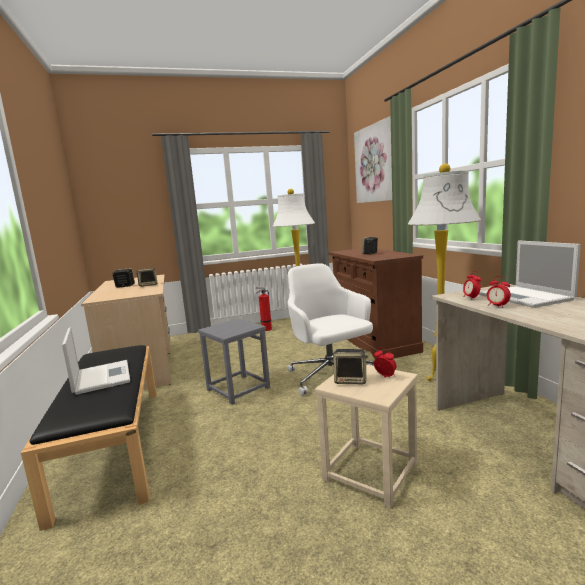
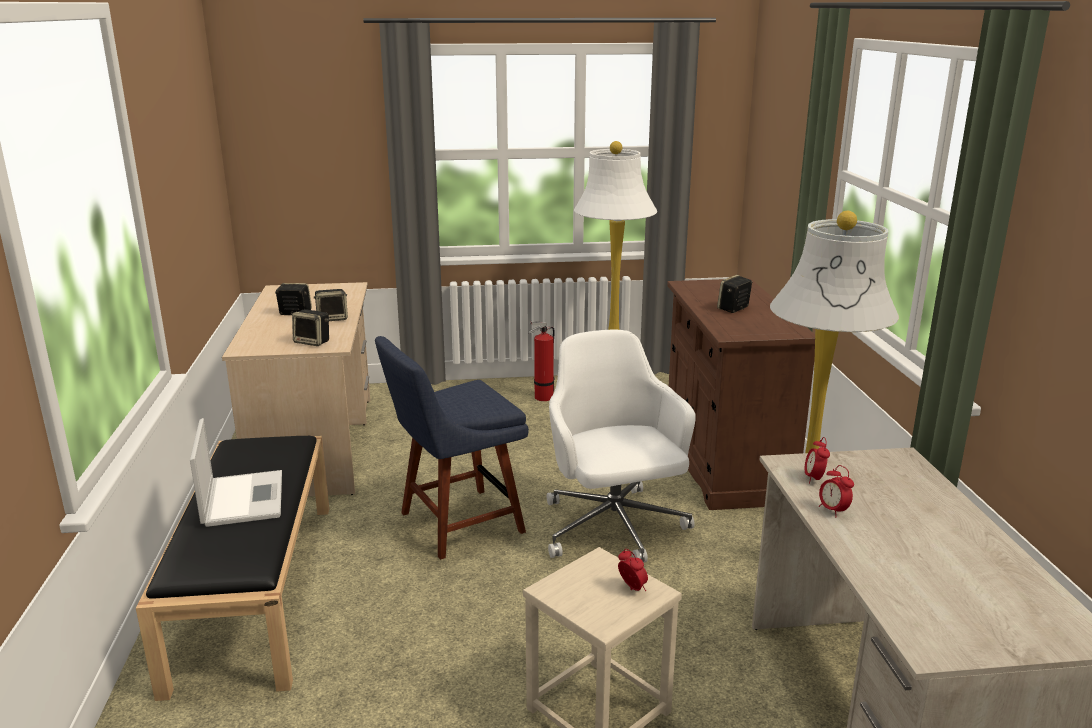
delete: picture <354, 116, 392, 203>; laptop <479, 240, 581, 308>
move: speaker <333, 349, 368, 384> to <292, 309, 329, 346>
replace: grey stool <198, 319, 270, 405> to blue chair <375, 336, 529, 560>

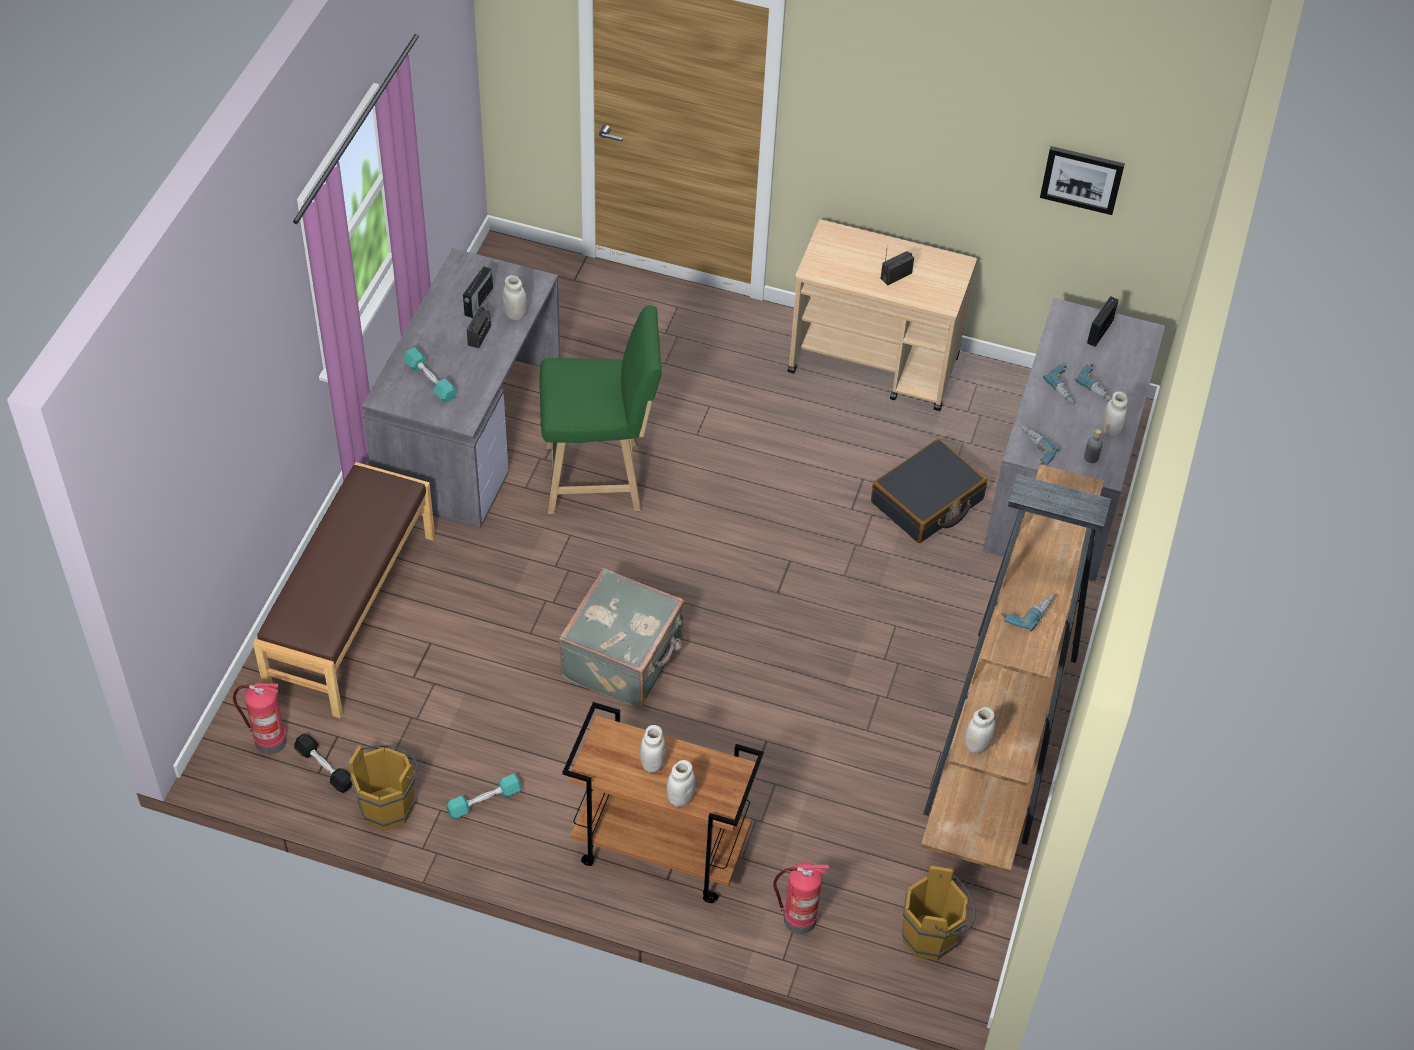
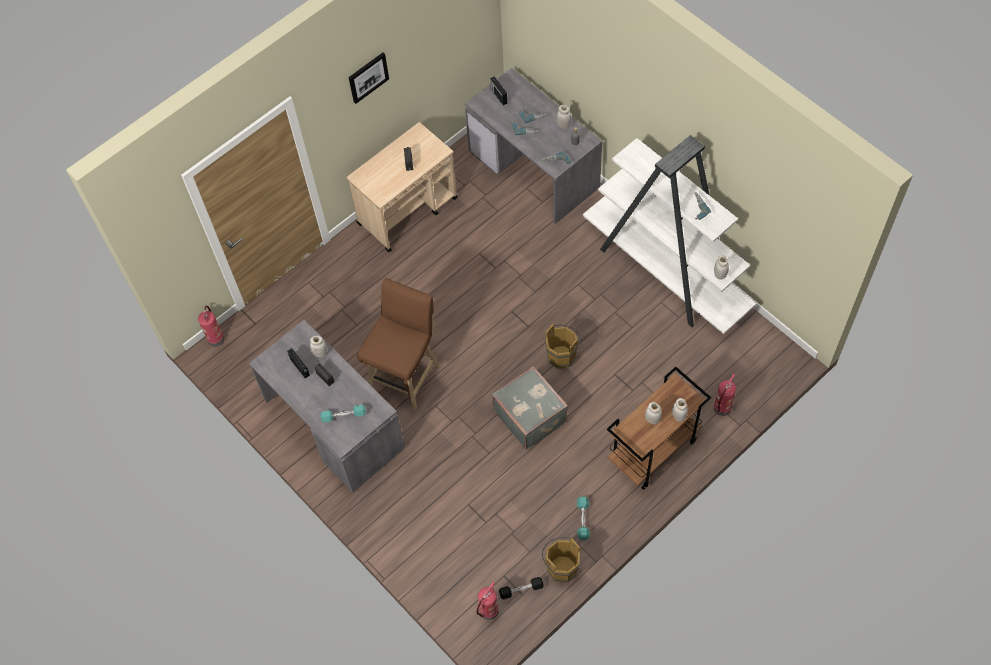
delete: brown bench <253, 462, 435, 718>; black suitcase <871, 439, 987, 543>
insert: fire extinguisher <198, 306, 224, 347>
move: brown bucket <902, 866, 976, 960> to <545, 324, 581, 369>; picture <1040, 146, 1125, 215> to <349, 53, 389, 104>
recolor: green stool <539, 305, 661, 514> to brown stool <357, 278, 440, 410>; brown bookcase <921, 464, 1111, 873> to white bookcase <583, 135, 756, 334>

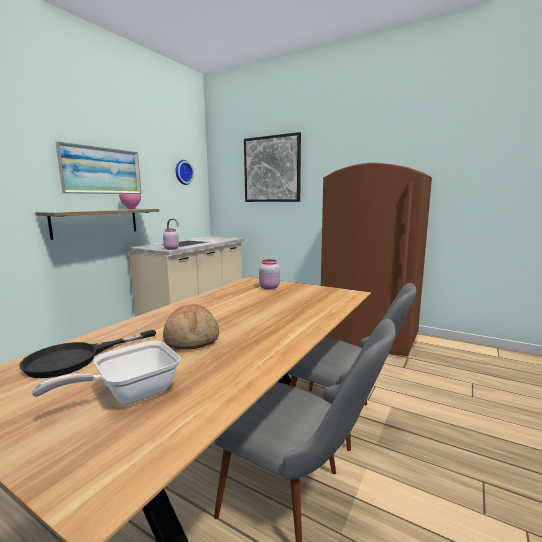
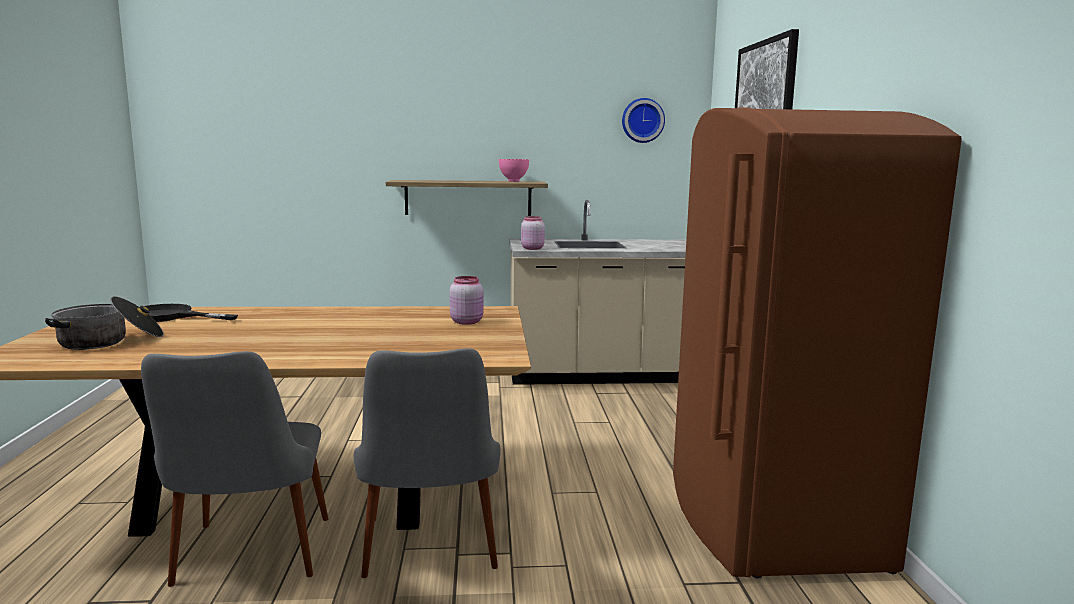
delete: picture <55, 141, 142, 194>; bread <163, 304, 219, 350>
replace: frying pan <31, 341, 181, 404> to cooking pot <45, 296, 164, 350>

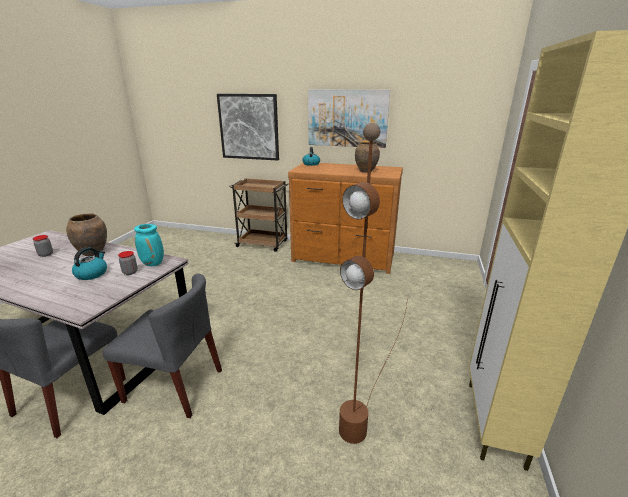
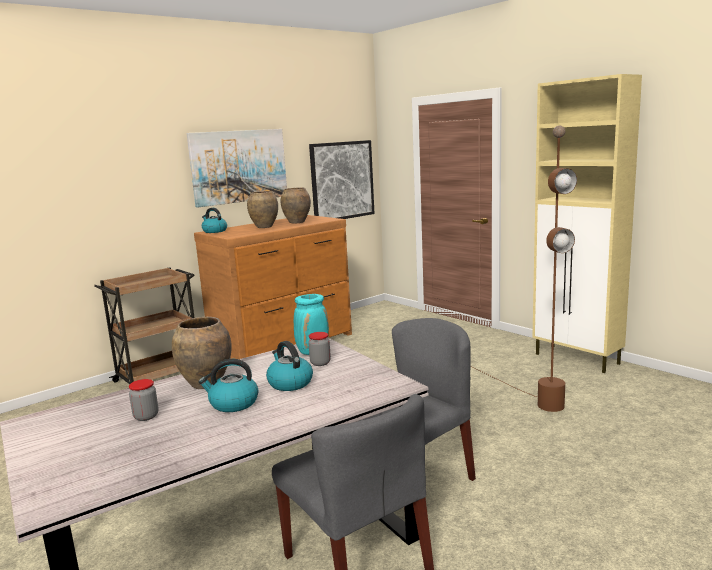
insert: kettle <198, 359, 258, 412>; brown vase <247, 191, 278, 228>
move: picture <217, 94, 279, 161> to <309, 140, 375, 219>

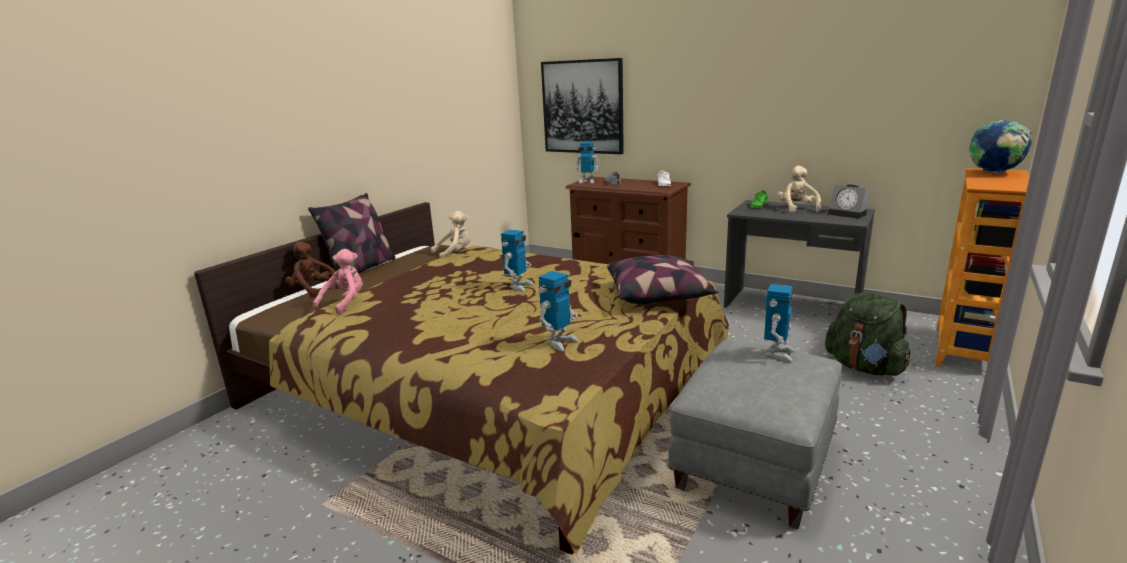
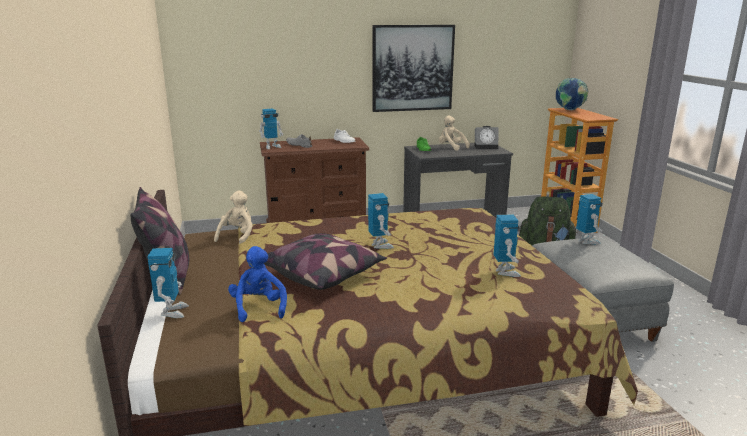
move: picture <541, 58, 624, 154> to <373, 25, 455, 112>; pillow <607, 255, 718, 304> to <264, 233, 387, 290>
replace: brown plush toy <285, 242, 339, 297> to toy robot <147, 248, 189, 318>
recolor: pink plush toy <313, 249, 363, 315> to blue plush toy <228, 246, 287, 322>

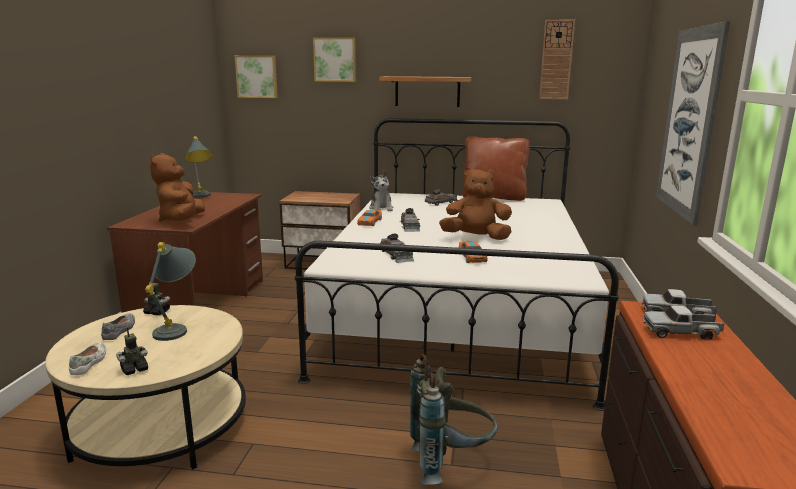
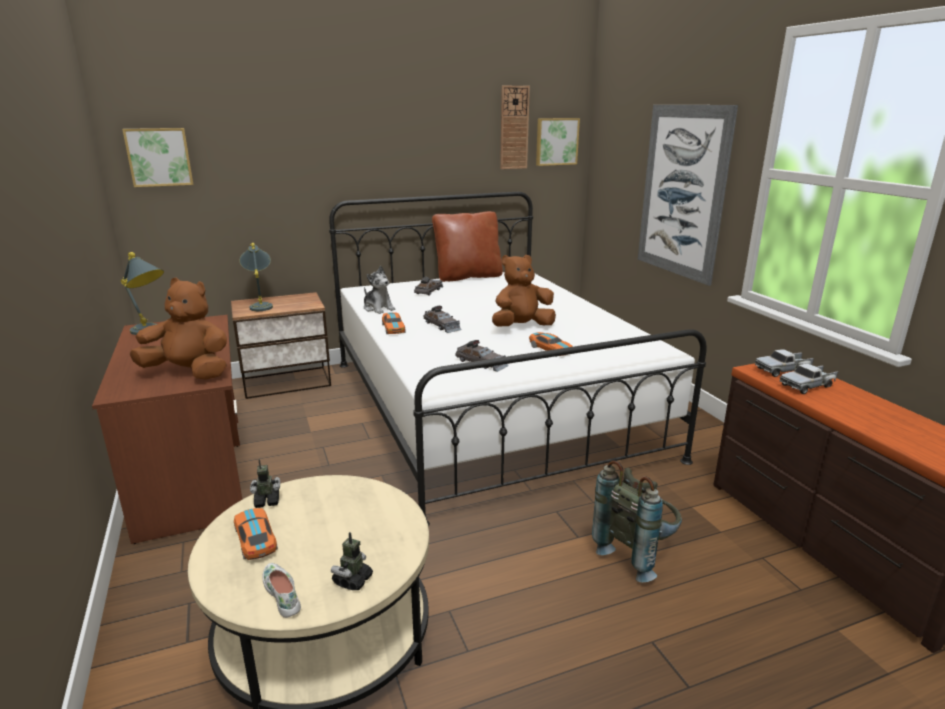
delete: shelf <379, 76, 472, 107>
move: grey table lamp <145, 242, 196, 341> to <239, 243, 273, 311>; picture <313, 37, 356, 82> to <536, 118, 580, 166>
replace: grey shoe <101, 313, 135, 340> to toy car <234, 508, 278, 560>
rotate: brown plush toy <150, 153, 205, 222> = <129, 277, 227, 380> 135 degrees clockwise

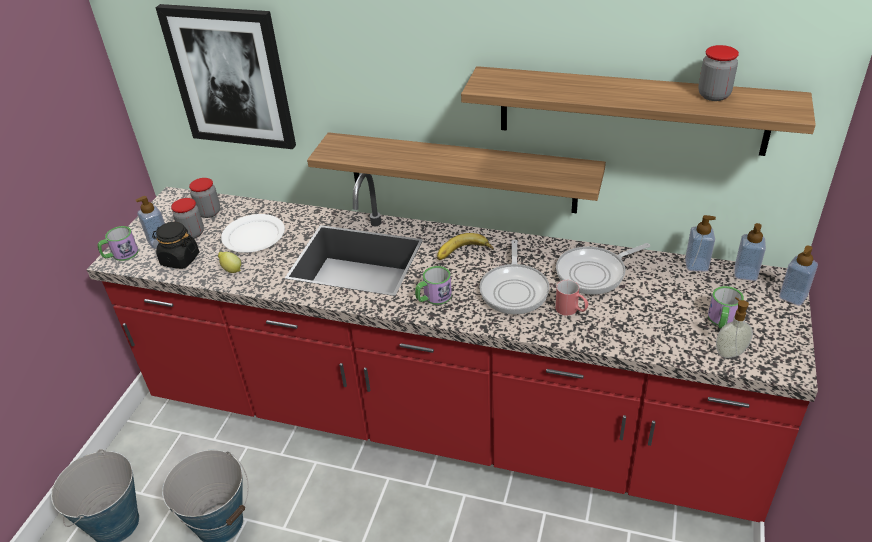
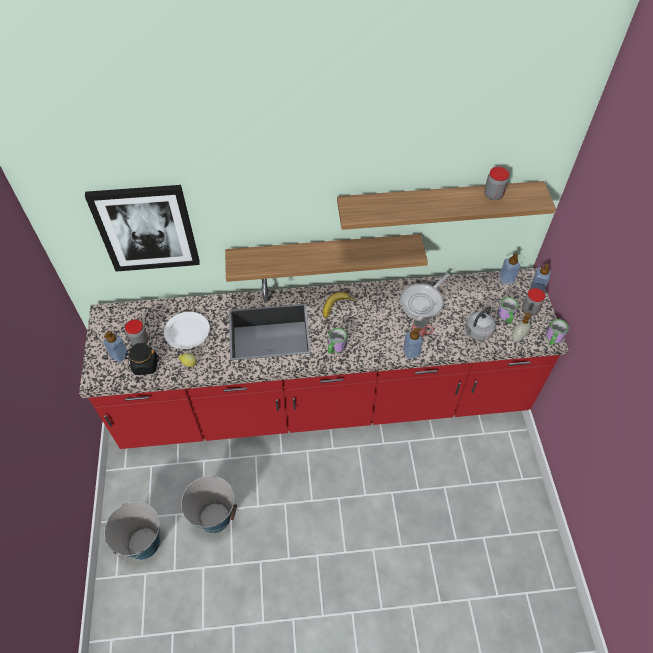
delete: frying pan <479, 240, 550, 314>
insert: grey kettle <464, 306, 496, 341>
move: mug <98, 226, 139, 261> to <546, 319, 569, 345>; jar <189, 178, 220, 218> to <522, 288, 545, 316>; soap dispenser <685, 215, 716, 272> to <403, 328, 423, 359>

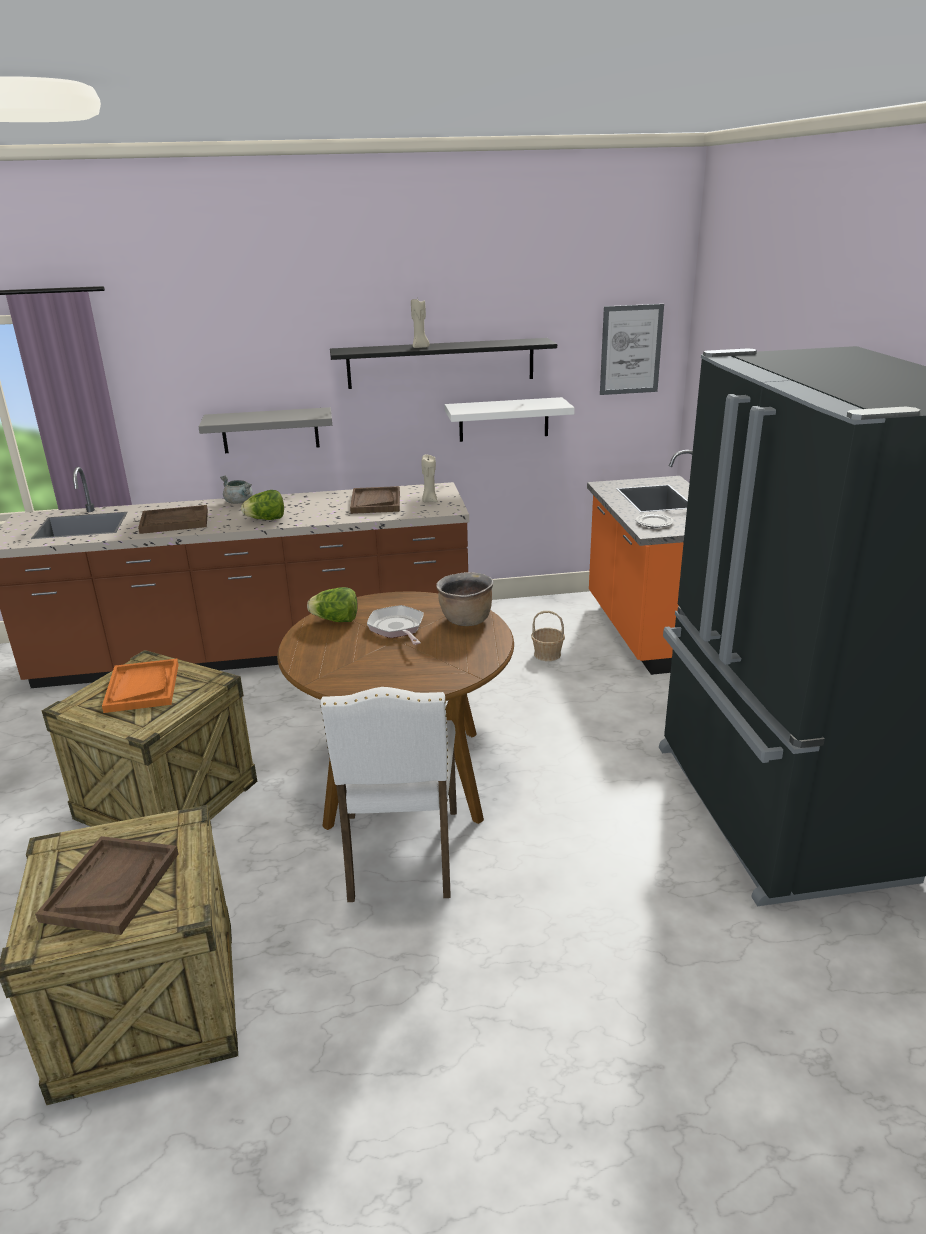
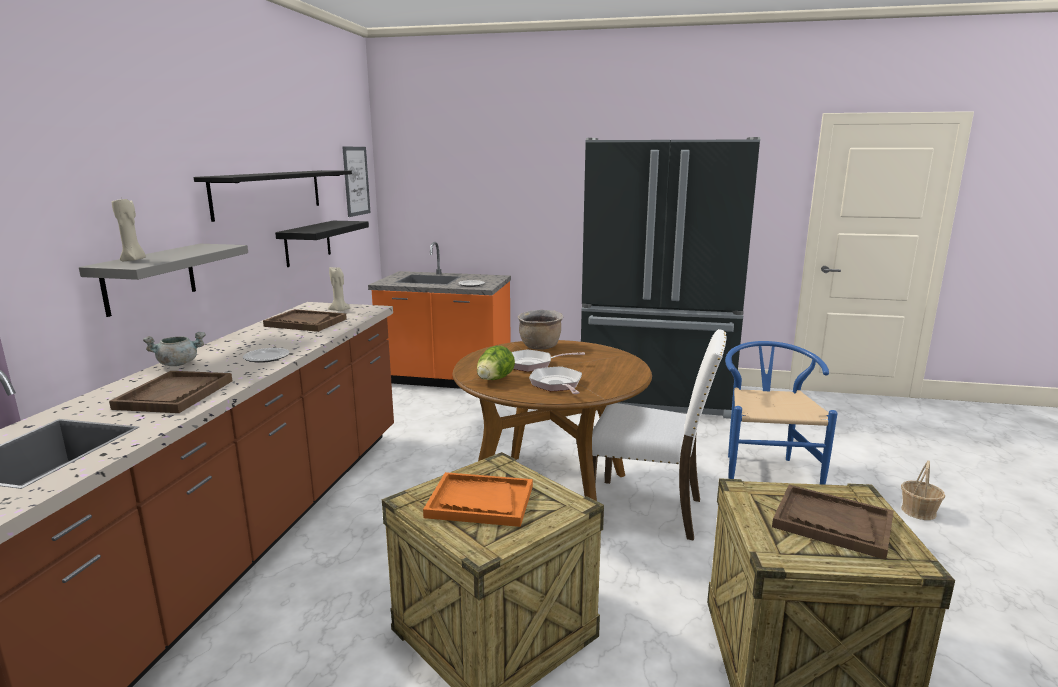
insert: frying pan <529, 366, 582, 394>; blue chair <725, 341, 838, 485>
move: beige candle <411, 299, 430, 348> to <112, 199, 146, 261>; basket <531, 611, 565, 661> to <901, 460, 945, 520>
replace: lettuce <241, 490, 284, 520> to plate <243, 348, 290, 363>
recolor: white shelf <445, 397, 575, 442> to black shelf <275, 221, 369, 267>

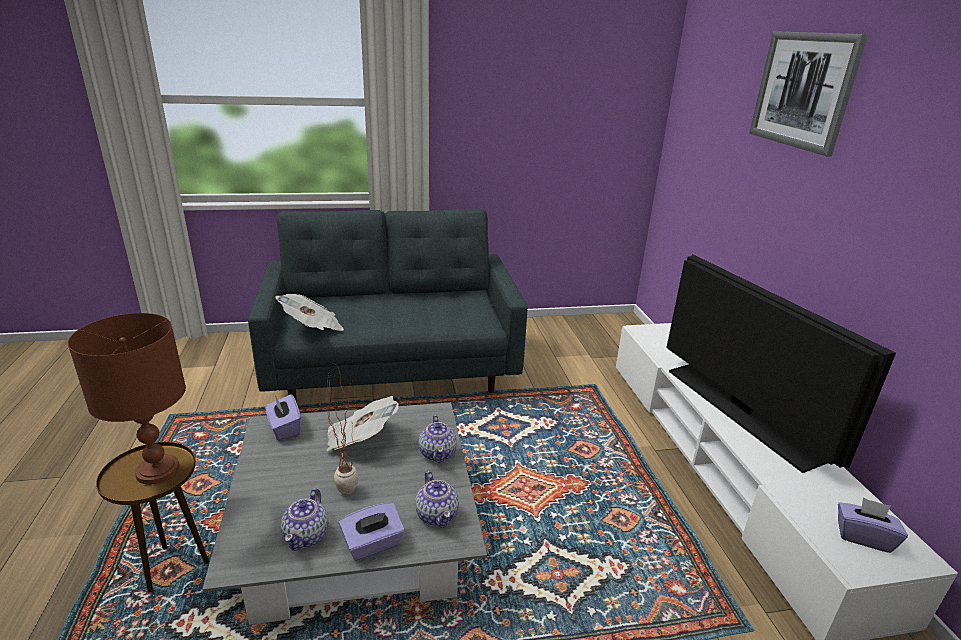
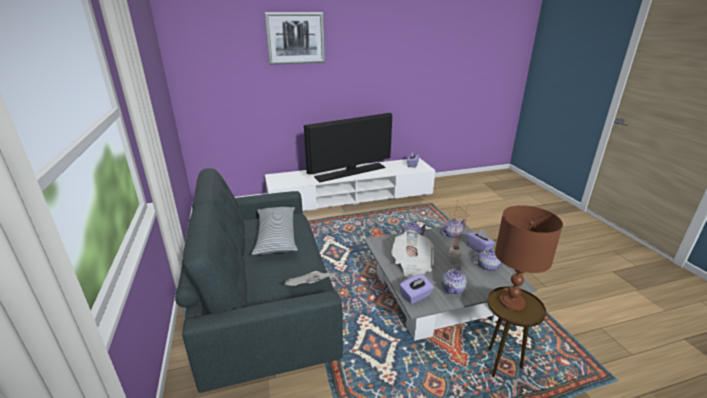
insert: pillow <252, 207, 298, 255>; teapot <442, 266, 467, 294>

